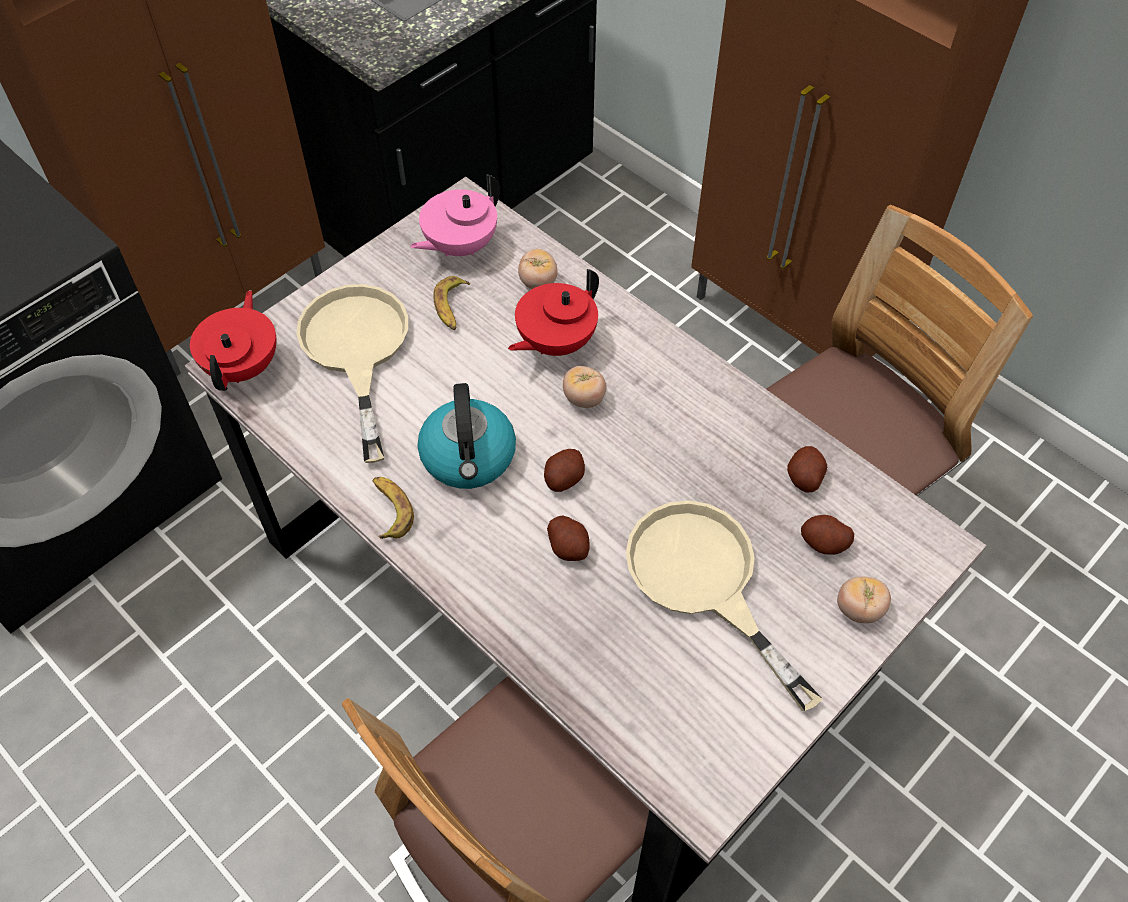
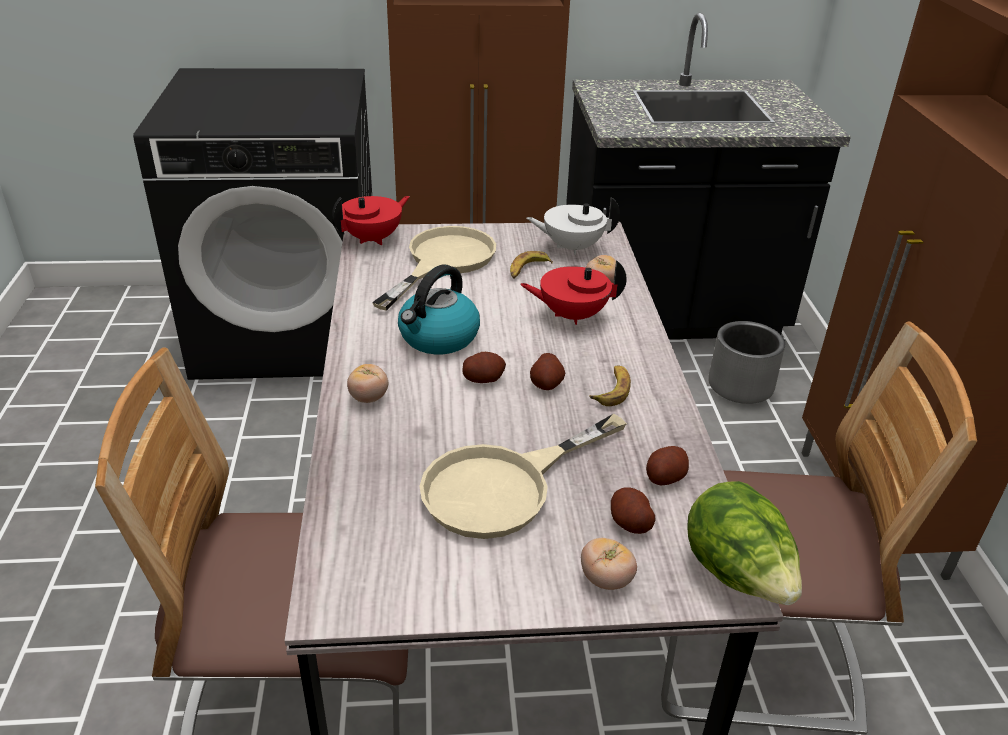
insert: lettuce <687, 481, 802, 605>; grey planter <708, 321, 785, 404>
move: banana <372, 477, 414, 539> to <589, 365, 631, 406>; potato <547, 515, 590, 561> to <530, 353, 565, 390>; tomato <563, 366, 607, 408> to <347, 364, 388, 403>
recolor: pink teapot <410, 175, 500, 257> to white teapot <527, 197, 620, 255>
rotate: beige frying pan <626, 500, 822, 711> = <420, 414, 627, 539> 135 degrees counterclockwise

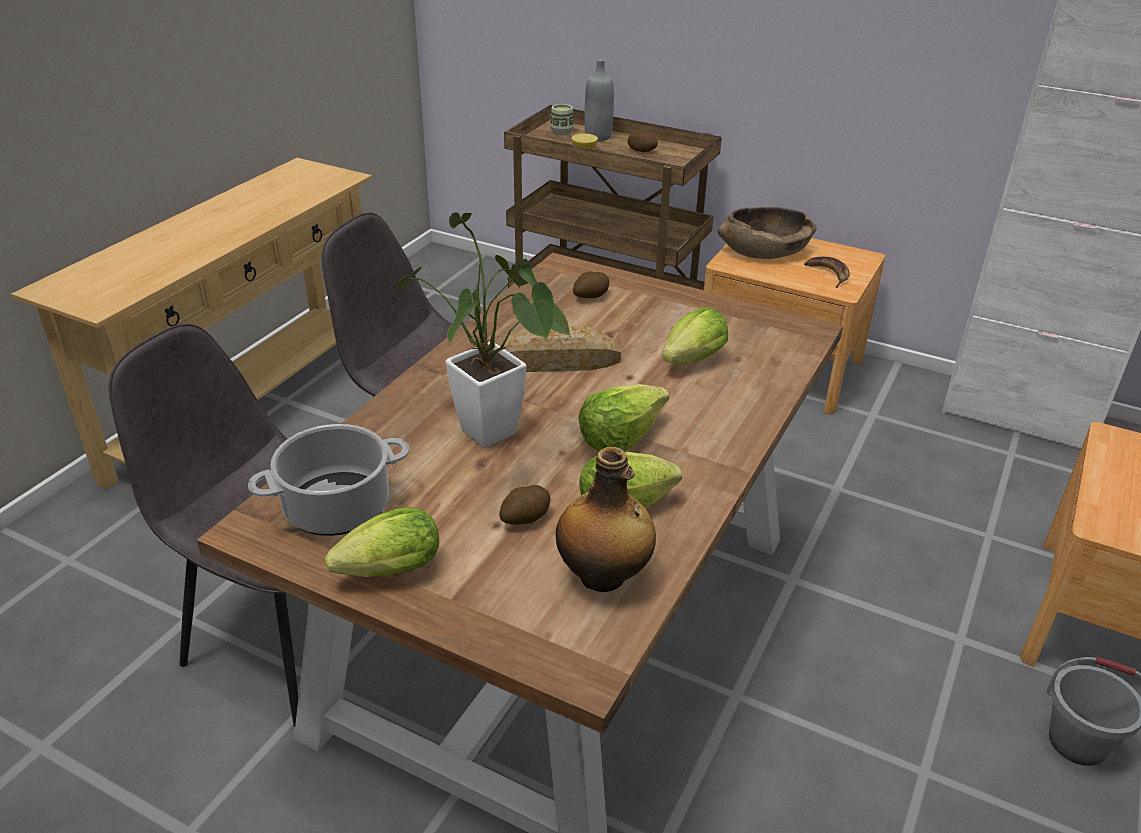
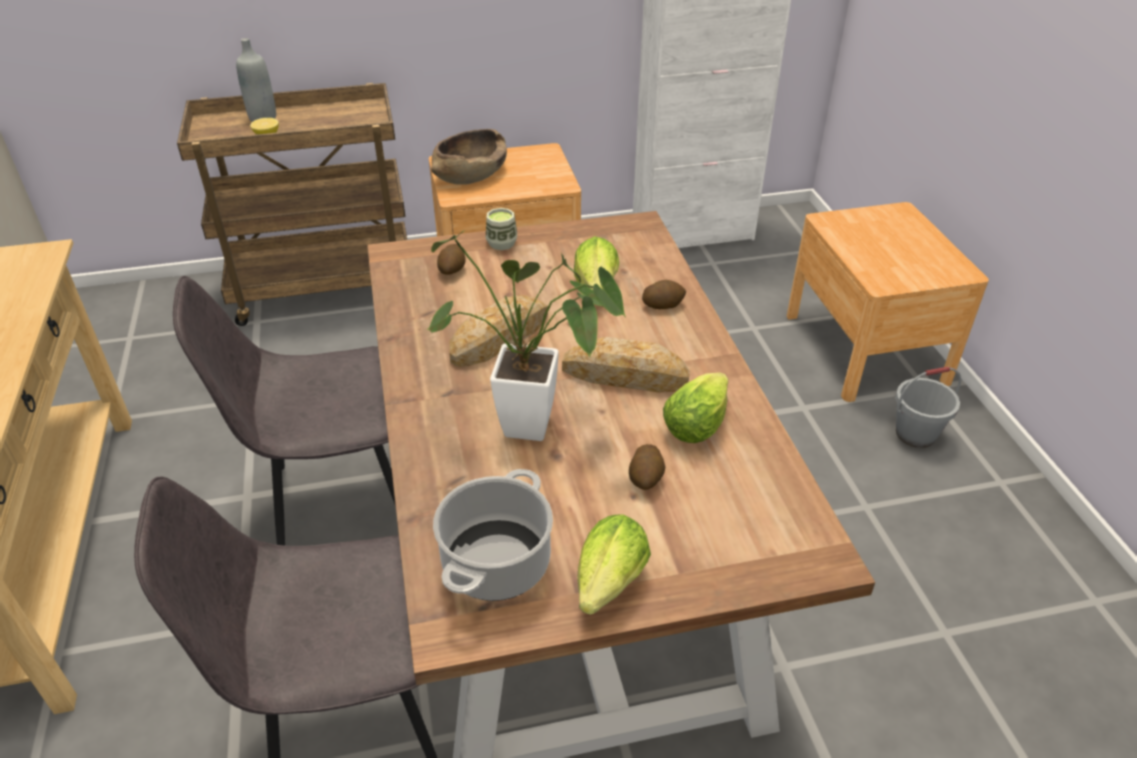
delete: bottle <556, 447, 656, 592>; banana <804, 257, 850, 288>
move: cup <550, 104, 574, 136> to <486, 208, 517, 250>; potato <628, 131, 658, 152> to <642, 280, 686, 309>
replace: lettuce <578, 384, 669, 451> to bread <562, 337, 690, 392>

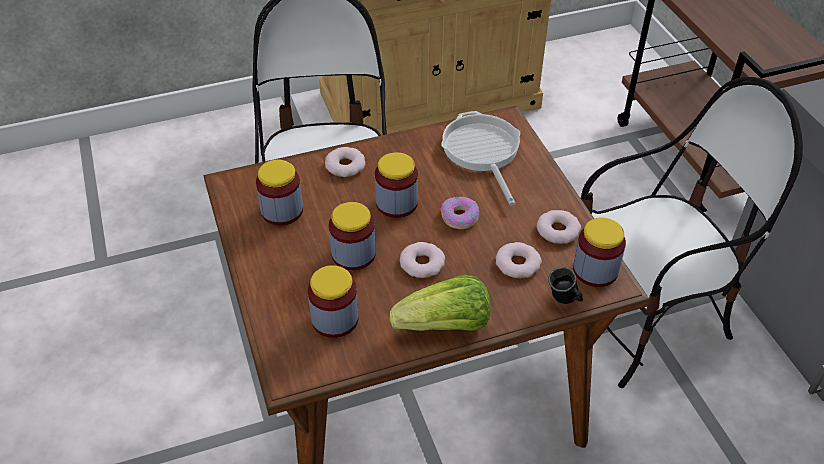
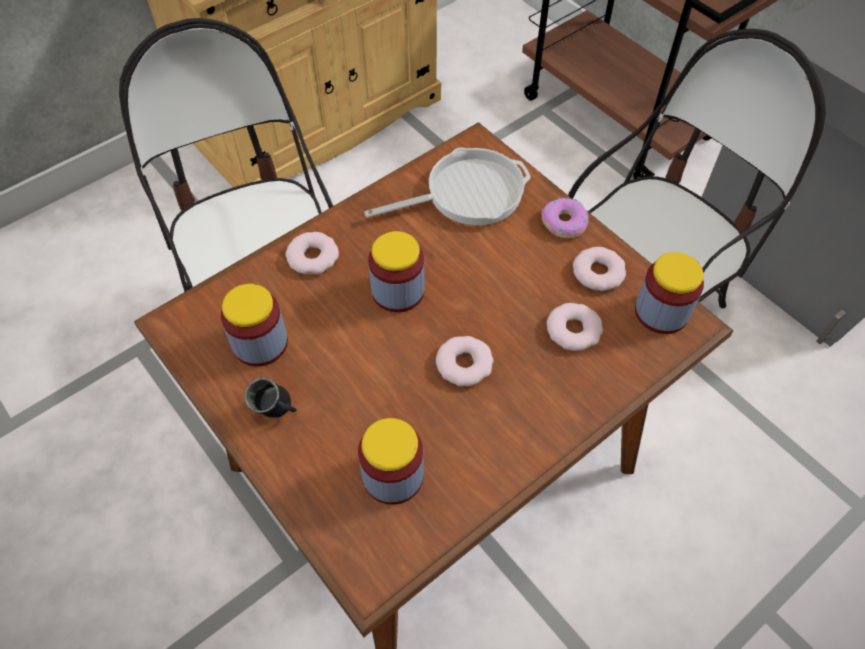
delete: jar <329, 202, 376, 270>; lettuce <390, 275, 491, 331>
move: donut <440, 196, 479, 229> to <541, 198, 588, 238>; black mug <548, 267, 583, 304> to <245, 378, 297, 418>
rotate: frying pan <441, 111, 520, 205> = <364, 147, 531, 225> 105 degrees clockwise

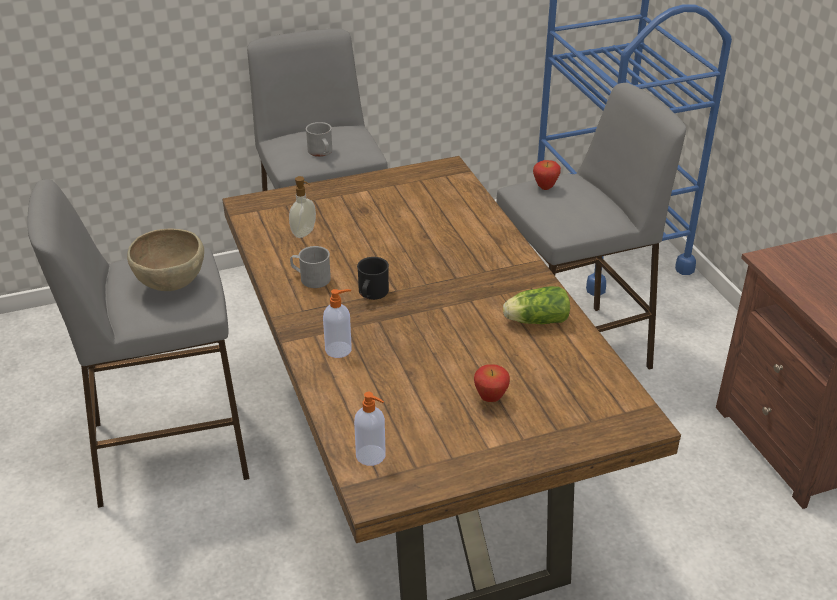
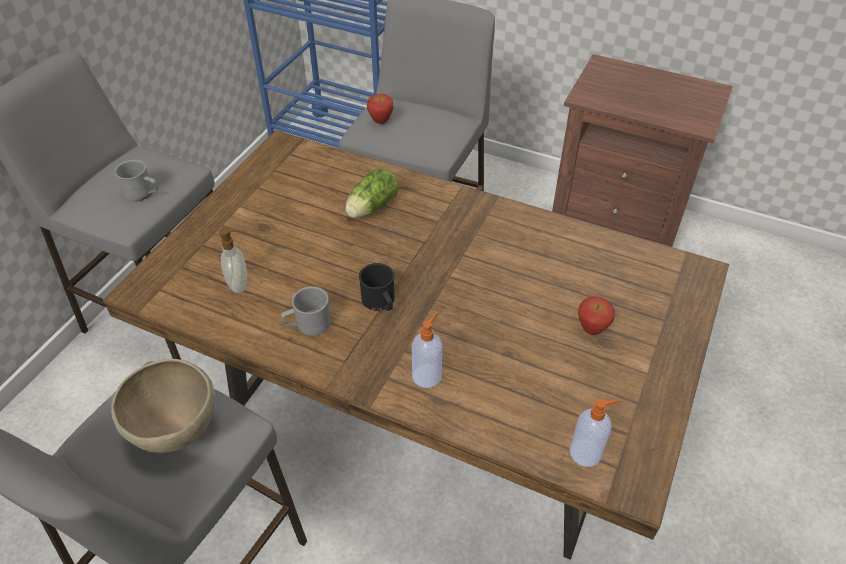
move: lettuce <503, 286, 570, 324> to <345, 168, 399, 218>

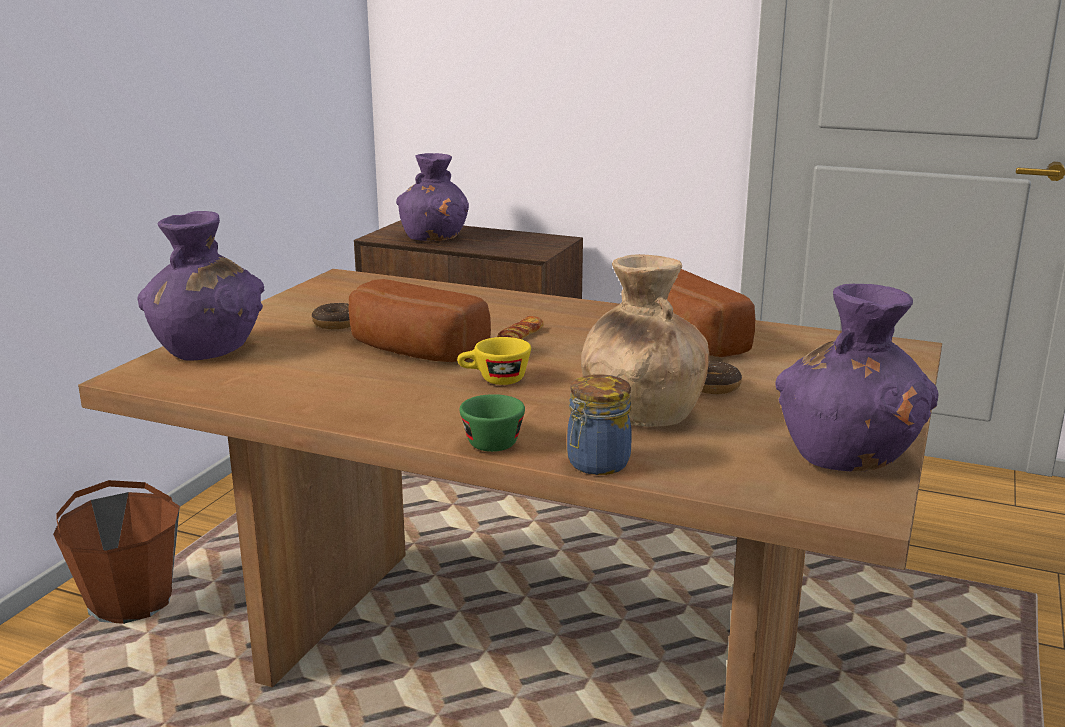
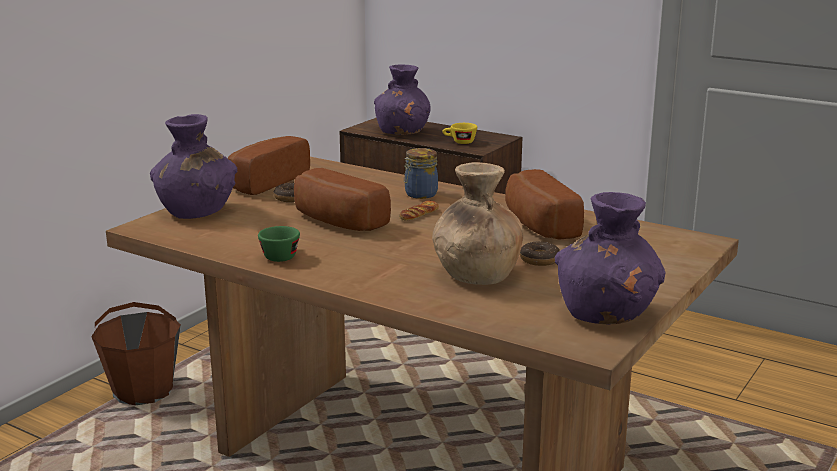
insert: bread <228, 136, 310, 195>
move: yellow cup <457, 337, 531, 385> to <443, 123, 477, 144>; green cup <459, 394, 525, 452> to <258, 226, 300, 262>; jar <567, 375, 632, 475> to <404, 148, 438, 199>

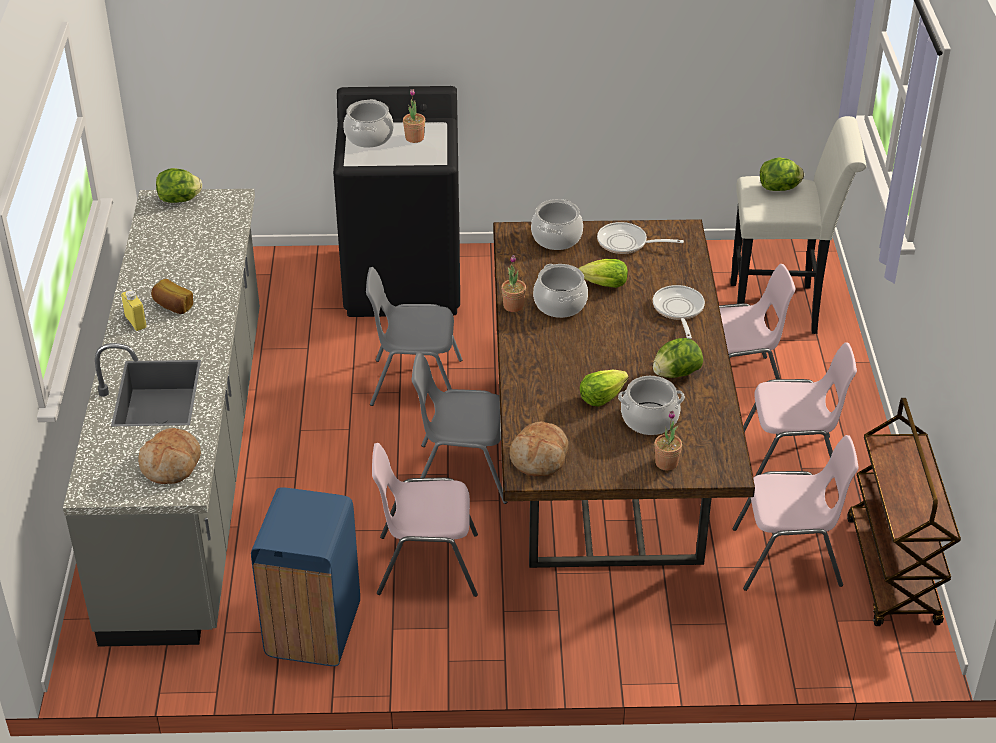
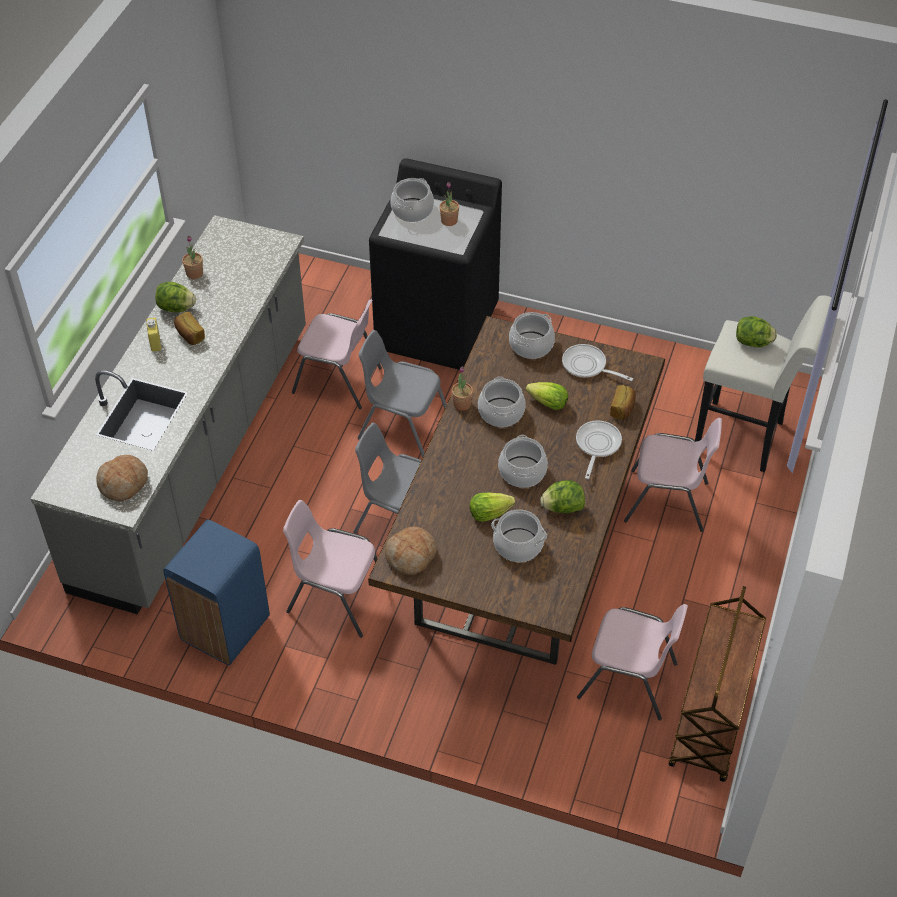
insert: cooking pot <498, 435, 548, 488>; bread <610, 385, 636, 420>
move: lettuce <156, 168, 202, 203> to <155, 282, 196, 313>; potted plant <654, 411, 682, 471> to <182, 236, 203, 279>; pink chair <743, 342, 857, 476> to <292, 299, 382, 409>

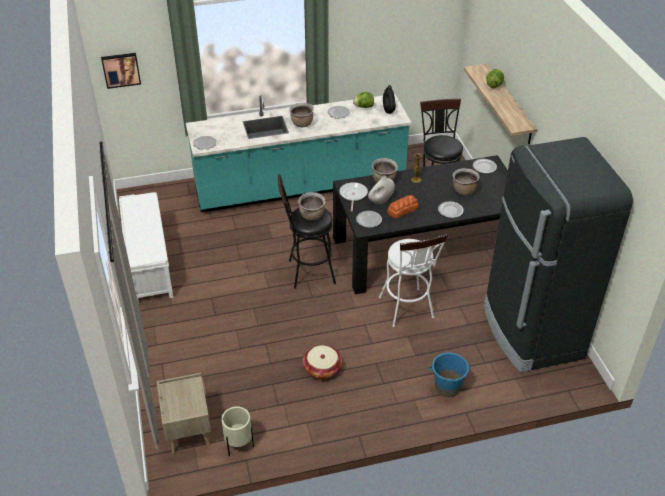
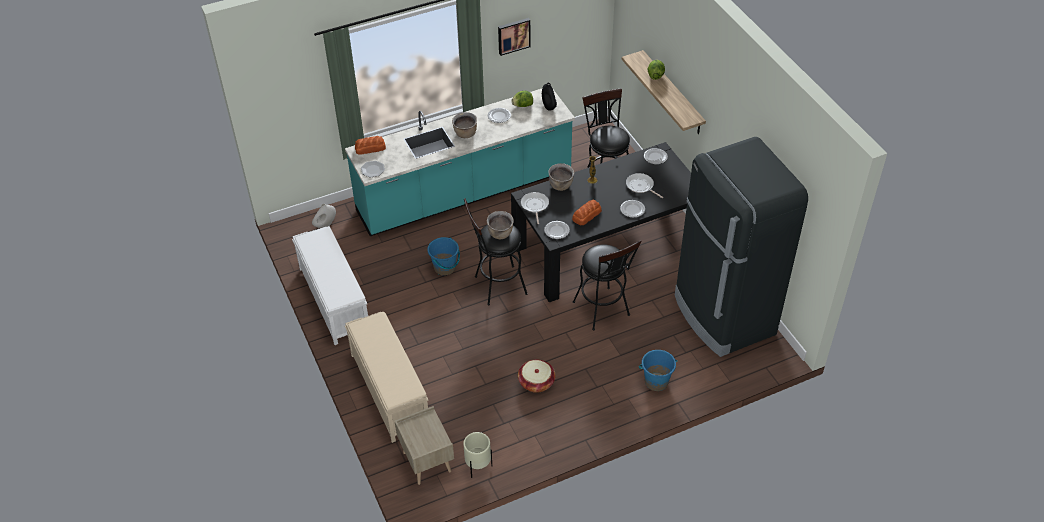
insert: beige bench <345, 312, 429, 443>; bread <355, 136, 386, 155>; blue bucket <427, 237, 460, 276>
move: picture <101, 53, 141, 89> to <498, 18, 530, 56>; white vase <368, 176, 395, 204> to <312, 204, 336, 228>
replace: brown cooking pot <453, 168, 479, 195> to frying pan <626, 173, 663, 198>
recolor: white stool <379, 234, 448, 327> to black stool <573, 240, 641, 330>

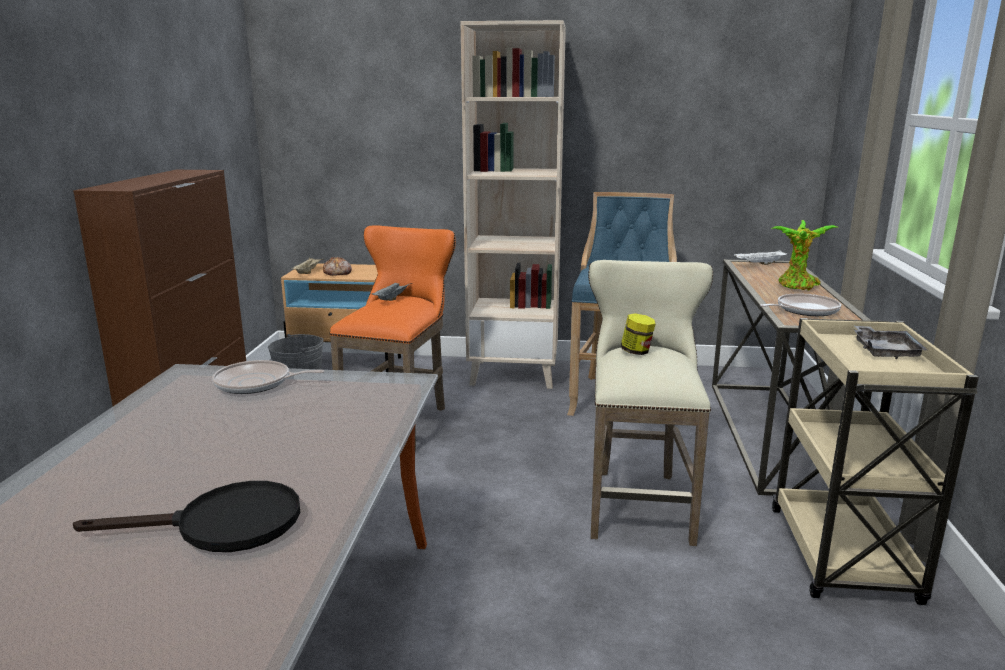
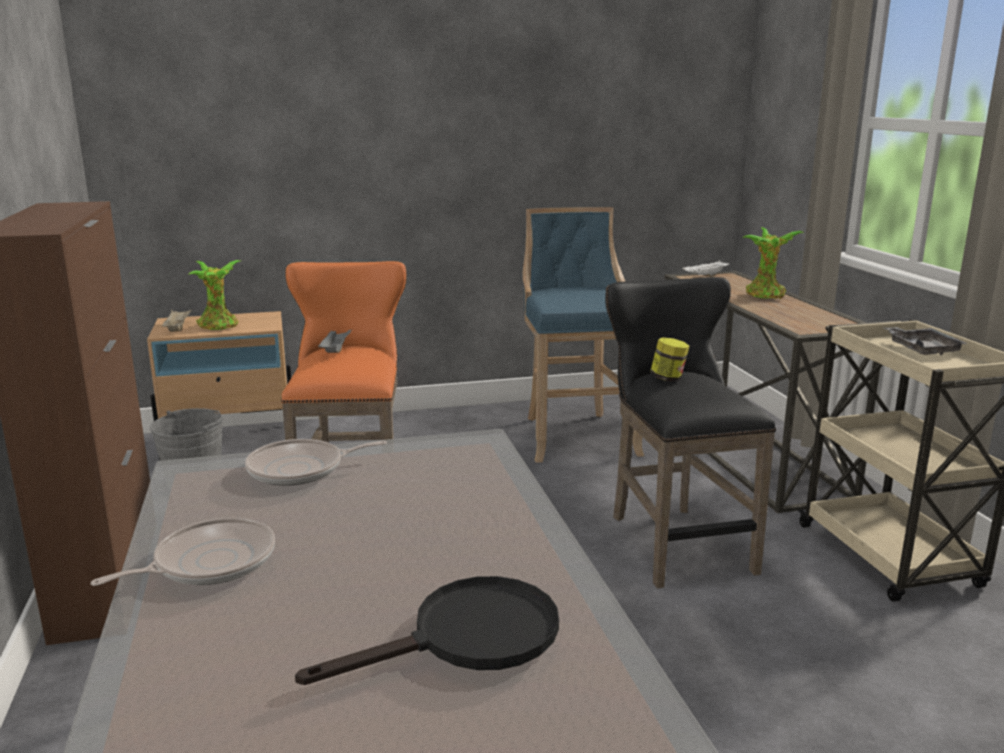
delete: beige bookcase <460, 20, 566, 389>
move: frying pan <760, 293, 841, 316> to <91, 517, 275, 586>
replace: bread <323, 257, 352, 276> to potted plant <188, 260, 240, 330>
recolor: beige stool <588, 260, 713, 546> to black stool <605, 277, 776, 589>

